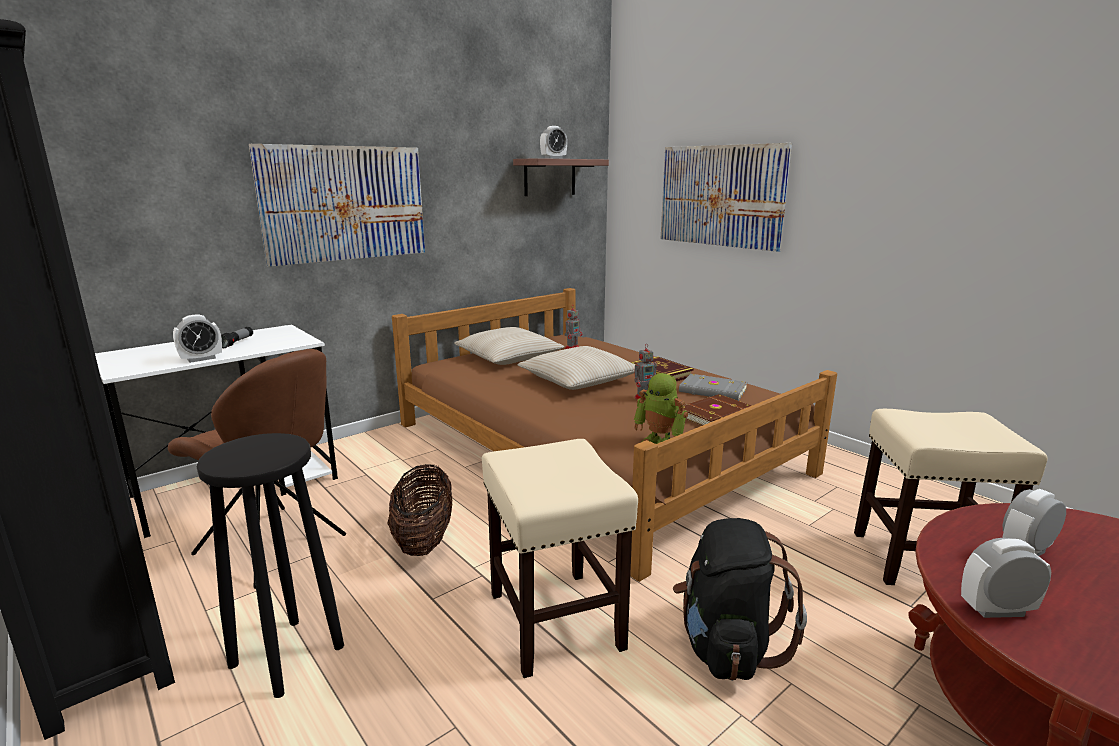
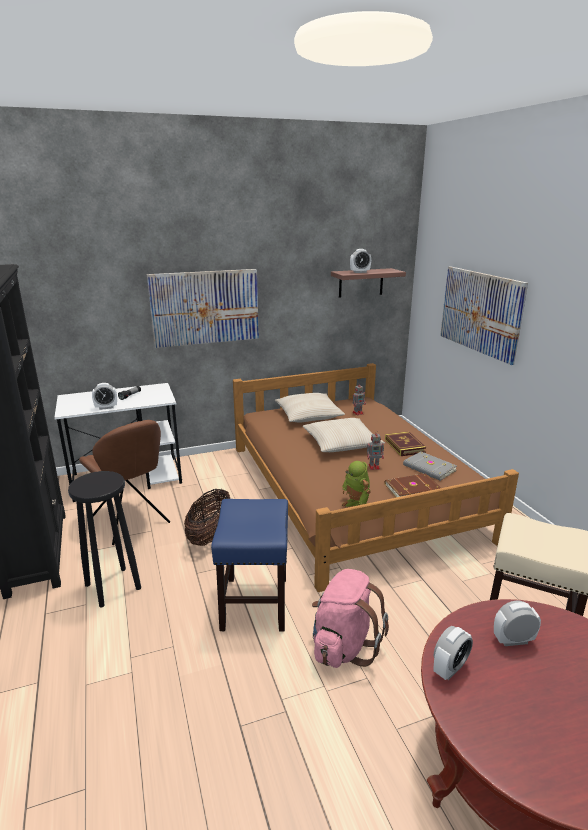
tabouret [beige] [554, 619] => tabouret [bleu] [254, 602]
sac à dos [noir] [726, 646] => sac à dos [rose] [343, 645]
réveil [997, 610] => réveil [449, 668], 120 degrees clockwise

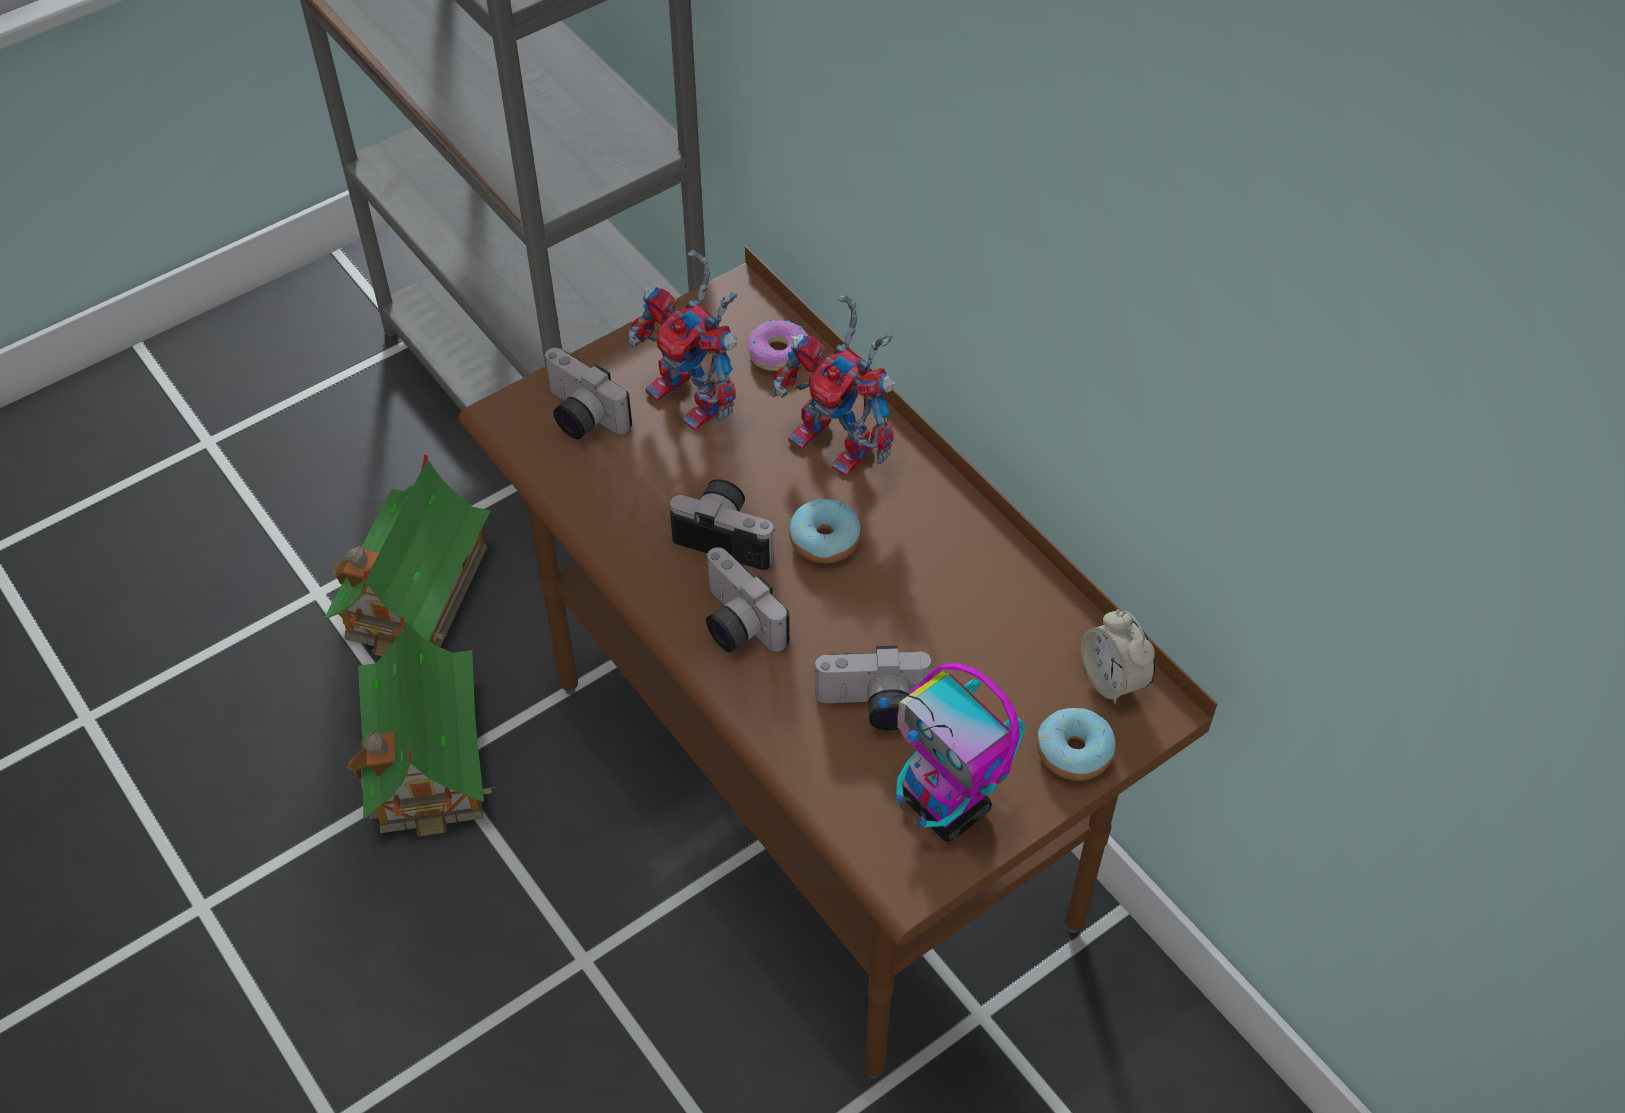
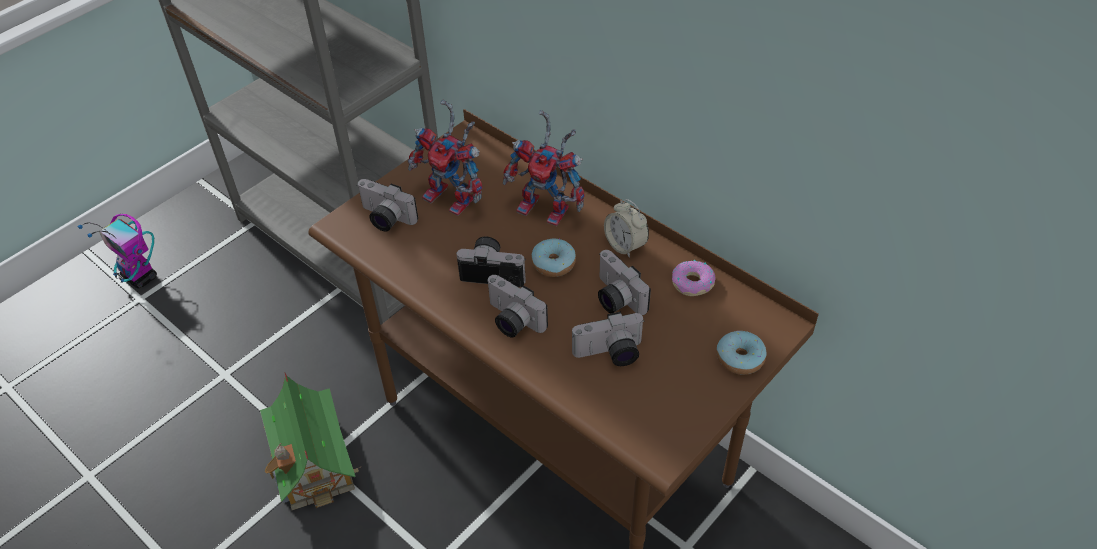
beignet [778, 353] => beignet [692, 283], shifted
maison miniature [416, 593] => nothing
réveil [1113, 679] => réveil [625, 245], shifted
robot jouet [946, 806] => robot jouet [140, 277], shifted
nothing => appareil photo [615, 298]

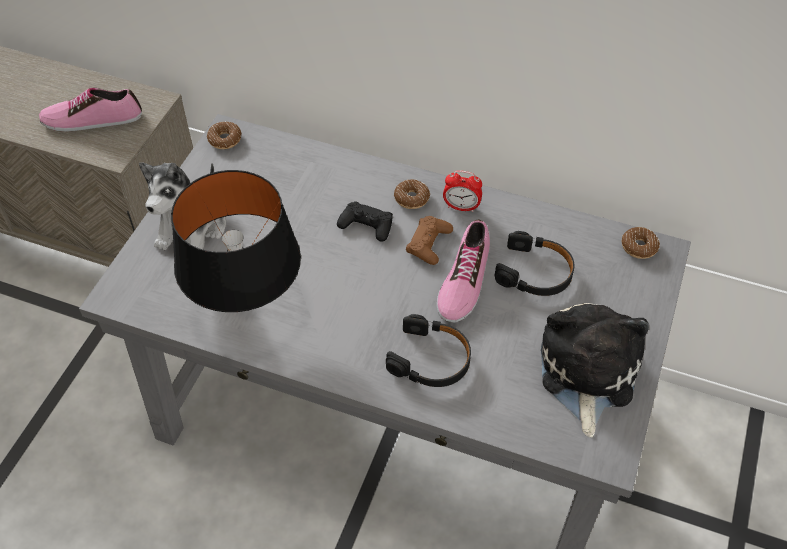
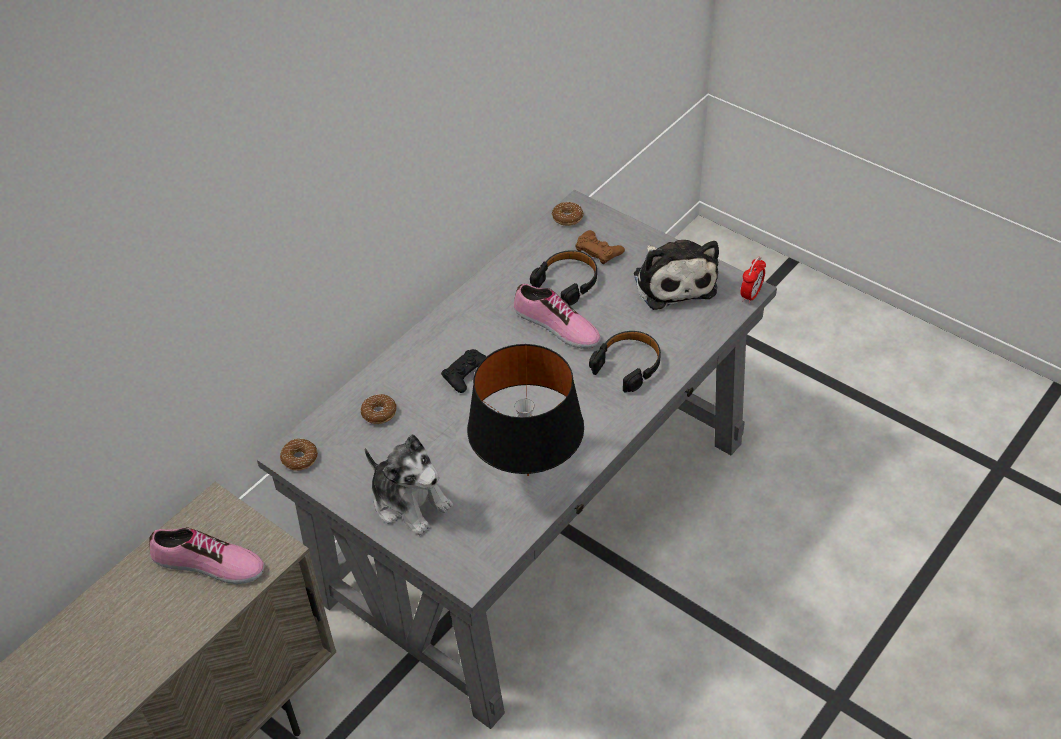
chaussure [92, 118] => chaussure [208, 565], 90 degrees counterclockwise
réveil [461, 207] => réveil [751, 295], shifted
beignet [411, 198] => beignet [379, 413], shifted
manette [marron] [429, 243] => manette [marron] [598, 250], shifted
peluche [586, 373] => peluche [673, 281], 135 degrees counterclockwise

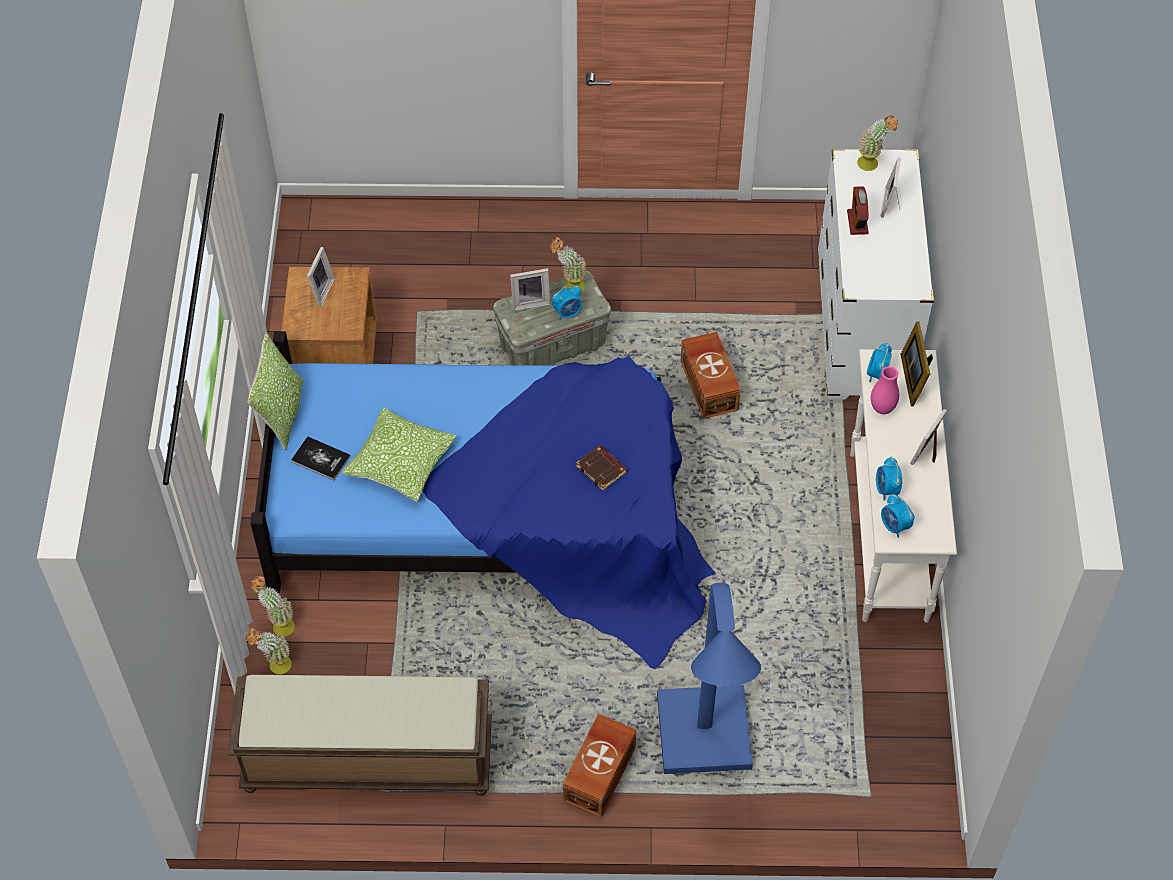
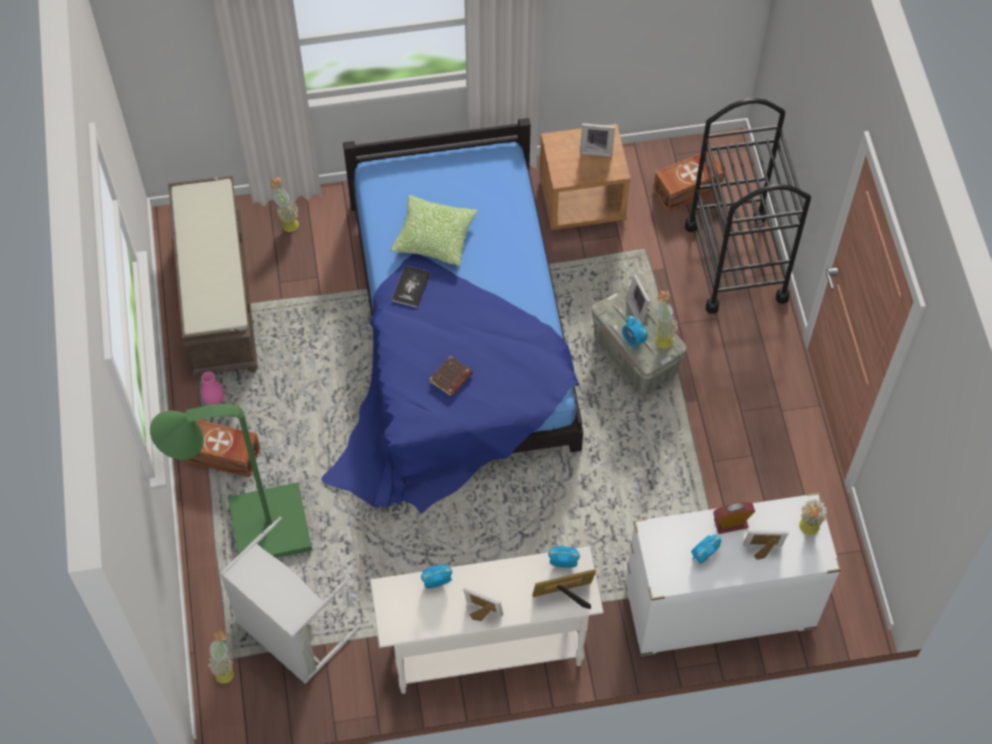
coussin [282, 413] => nothing
boîte de rangement [marron] [709, 384] => boîte de rangement [marron] [688, 190], shifted
vase [rose] [882, 408] => vase [rose] [214, 401], shifted
livre [321, 459] => livre [411, 287], shifted
réveil [894, 526] => réveil [703, 555], shifted
plante en pot [278, 625] => plante en pot [225, 669], shifted
lampadaire [bleu] [705, 748] => lampadaire [vert] [255, 529]
nothing => chariot [noir] [736, 262]
nothing => panier à linge [gris] [289, 635]

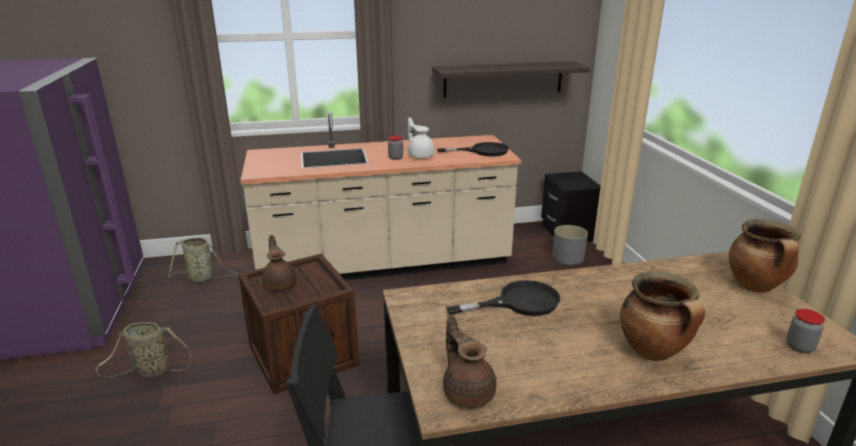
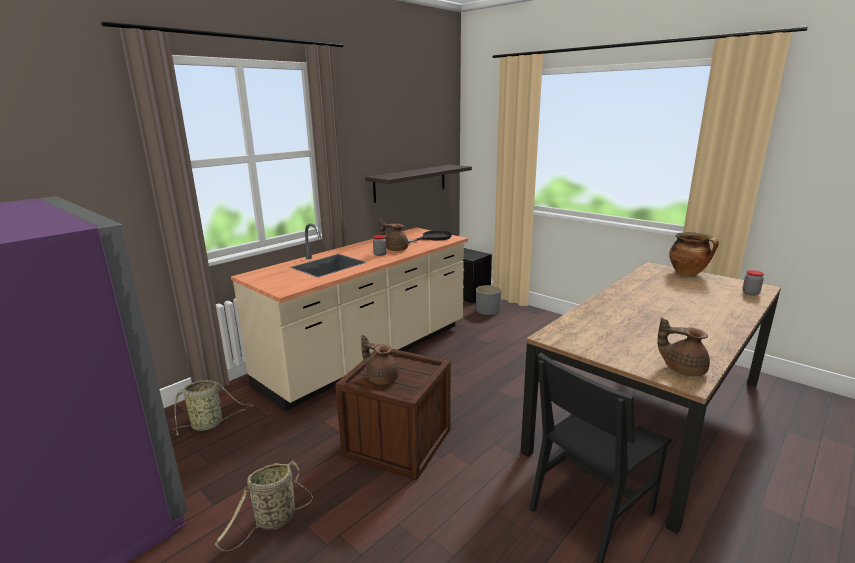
théière [blanc] [420, 156] => théière [marron] [395, 249]
marmite [653, 352] => nothing
poêle [noir] [518, 302] => nothing

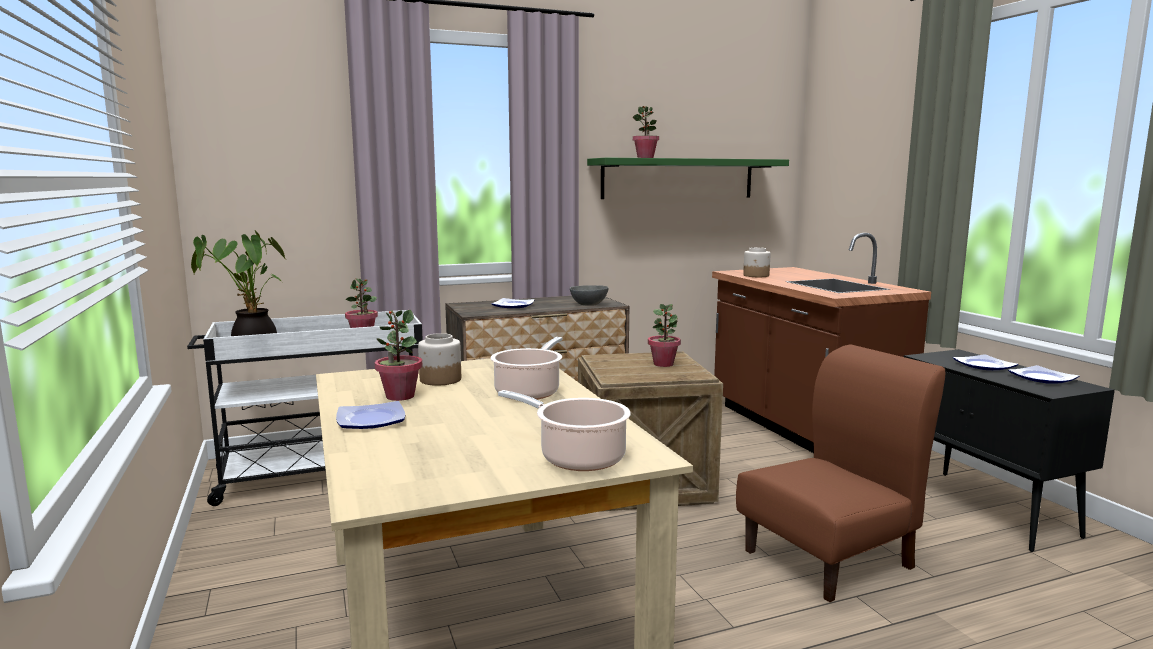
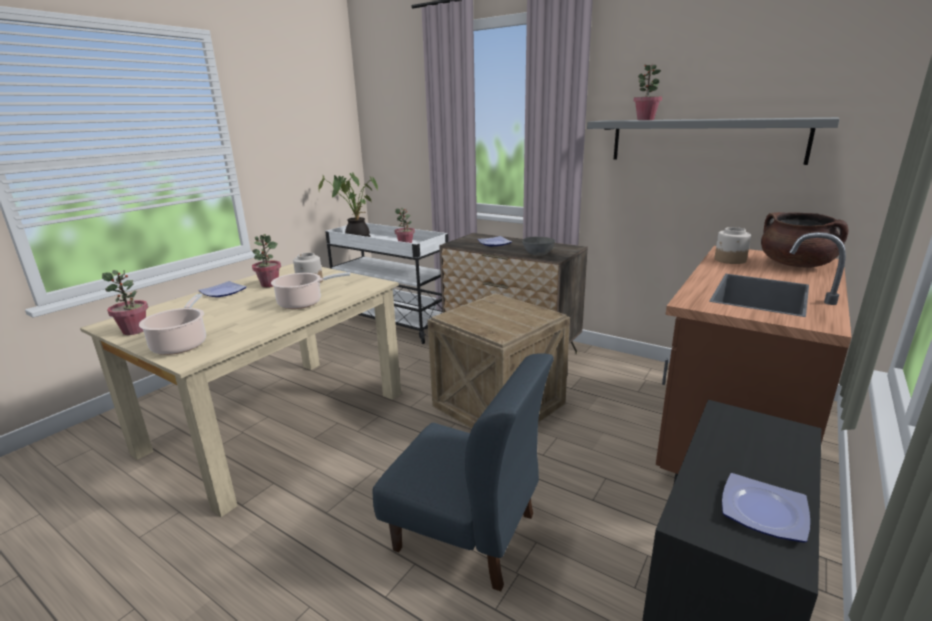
étagère [vert] [678, 179] => étagère [gris] [704, 140]
plante en pot [663, 364] => plante en pot [134, 331], shifted
chaise [marron] [830, 559] => chaise [bleu] [466, 532]
assiette [982, 366] => nothing
nothing => marmite [marron] [795, 265]

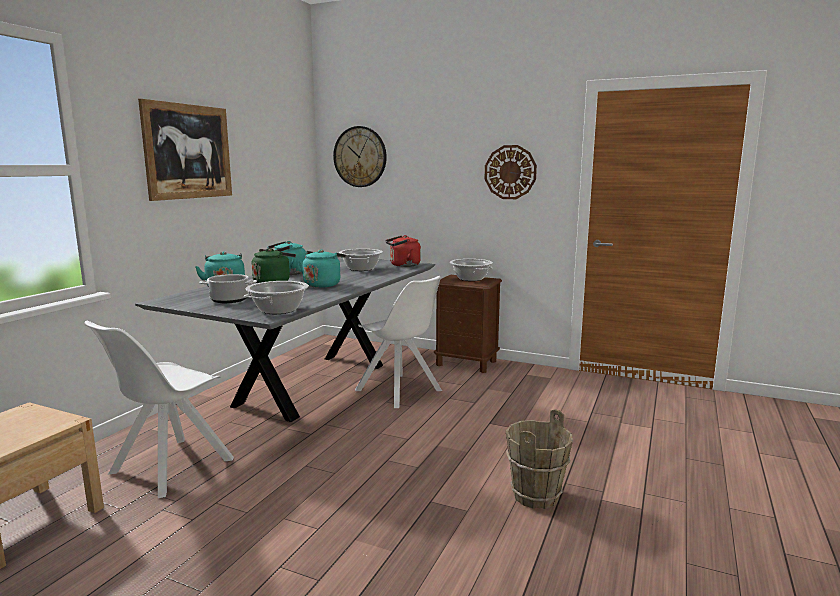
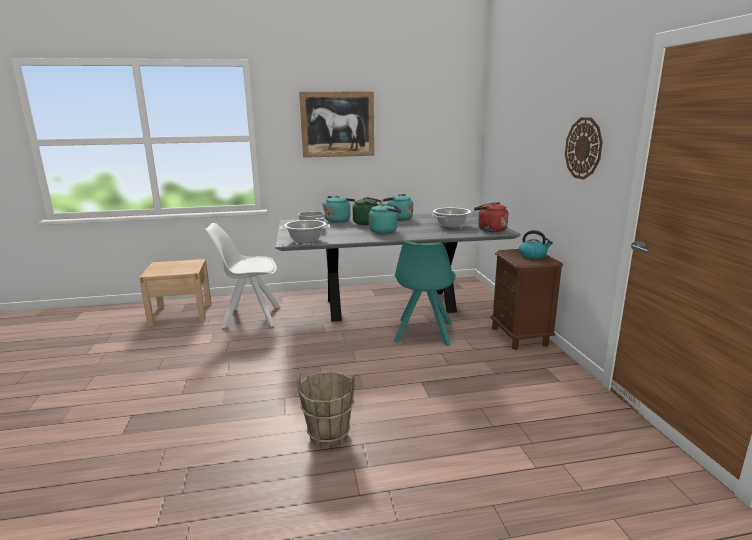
horloge murale [360, 157] => nothing
marmite [470, 279] => bouilloire [533, 255]
chaise [blanc] [400, 391] => chaise [turquoise] [423, 333]

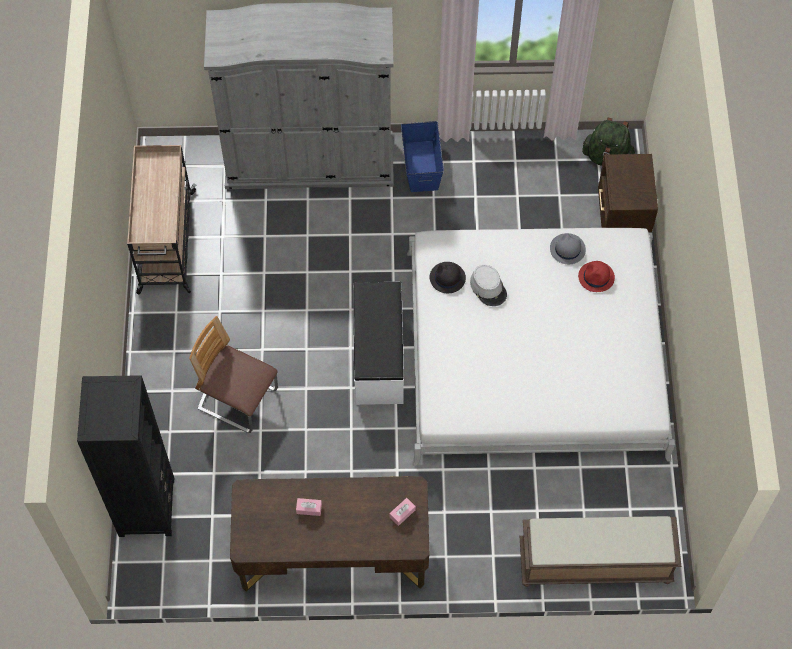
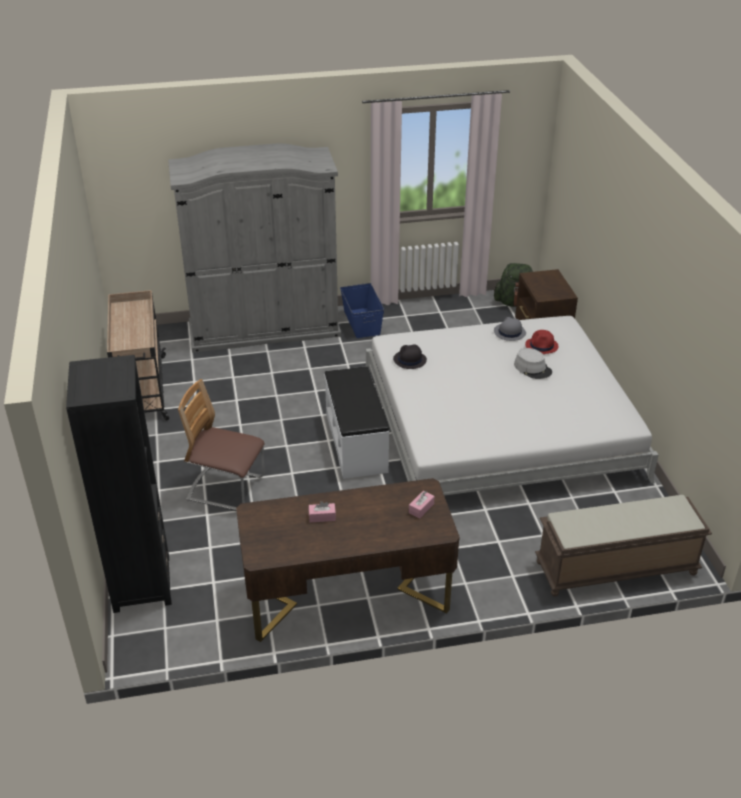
chapeau [gris] [488, 288] => chapeau [gris] [533, 368], shifted

